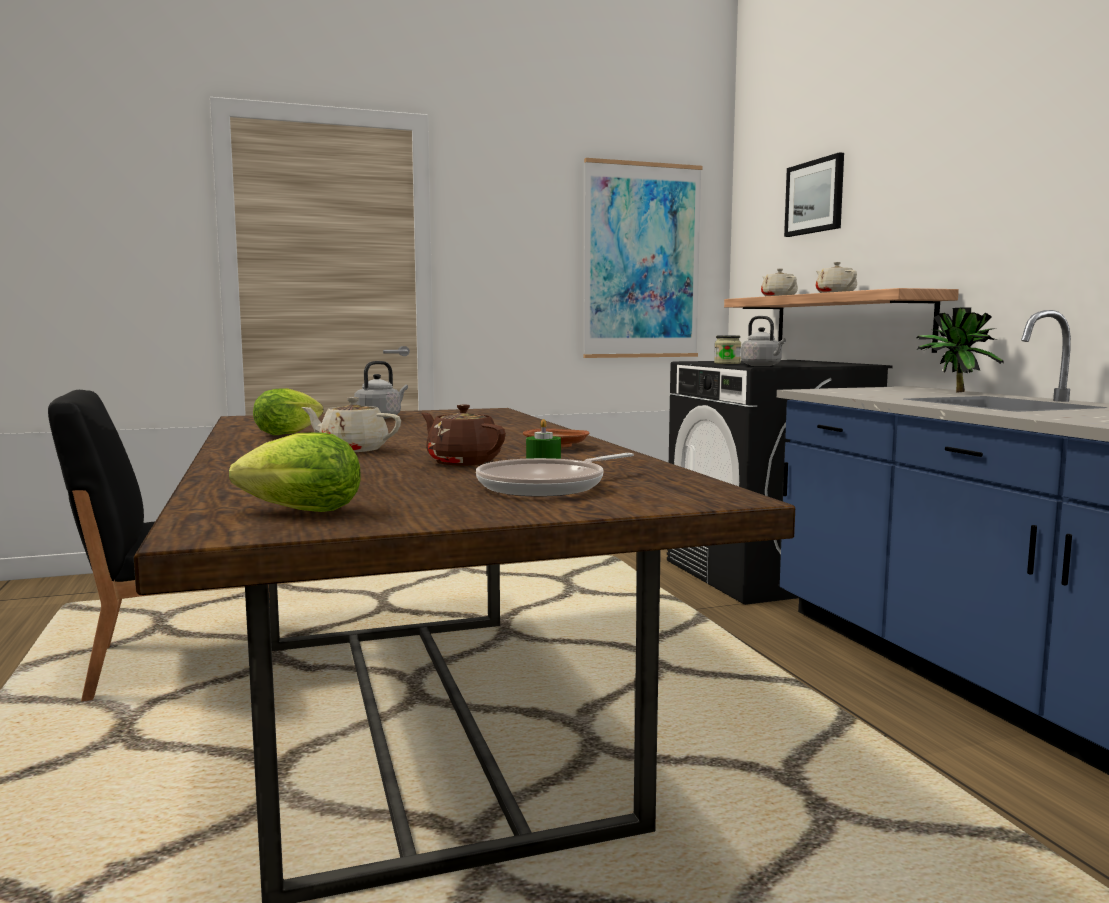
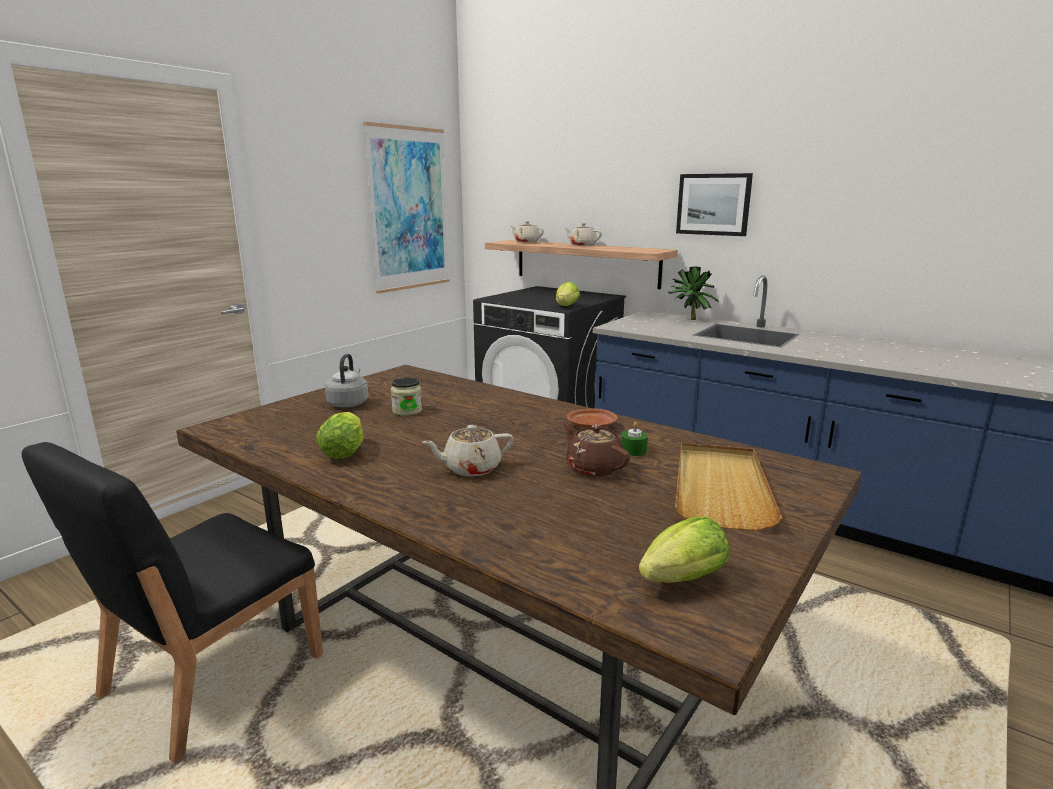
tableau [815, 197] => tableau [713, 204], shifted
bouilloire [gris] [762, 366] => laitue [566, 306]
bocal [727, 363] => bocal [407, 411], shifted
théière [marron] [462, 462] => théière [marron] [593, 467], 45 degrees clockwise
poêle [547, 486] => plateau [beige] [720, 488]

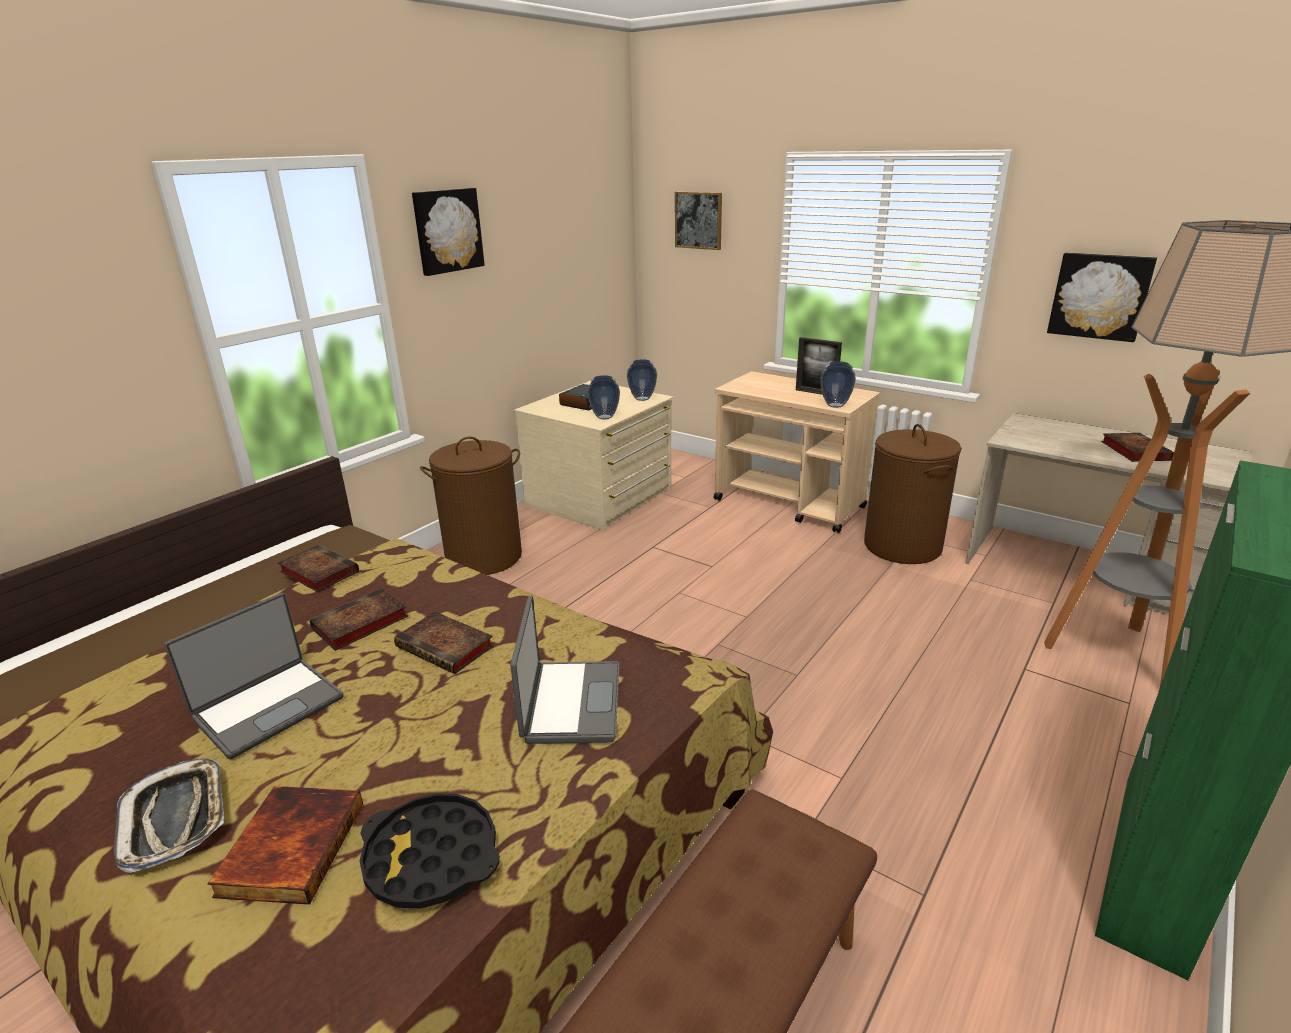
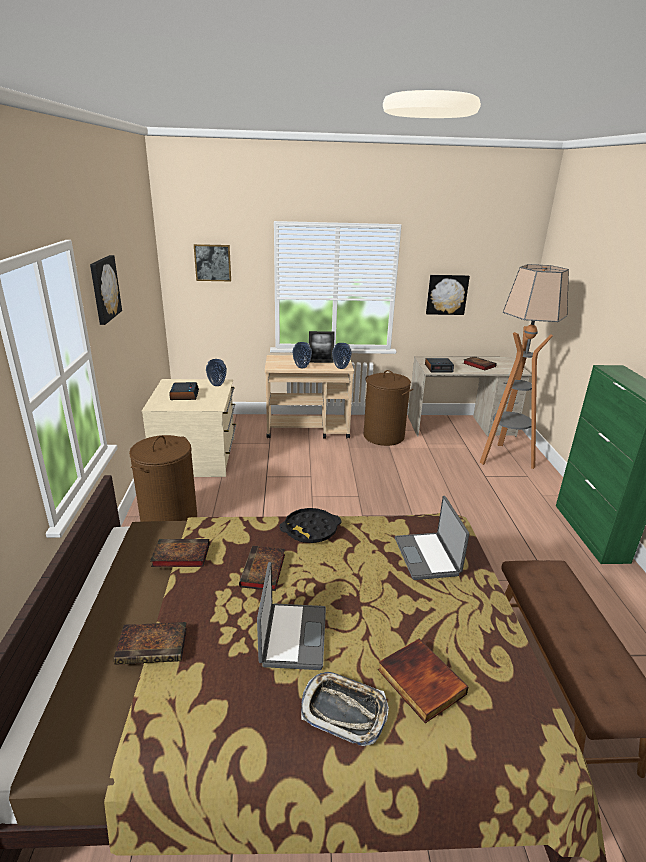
vase [605, 417] => vase [302, 367], shifted
ordinateur portable [569, 703] => ordinateur portable [428, 556], 150 degrees counterclockwise
livre [447, 647] => livre [154, 646], shifted
plateau [noir] [431, 858] => plateau [noir] [310, 530], shifted
nothing => réveil [439, 368]

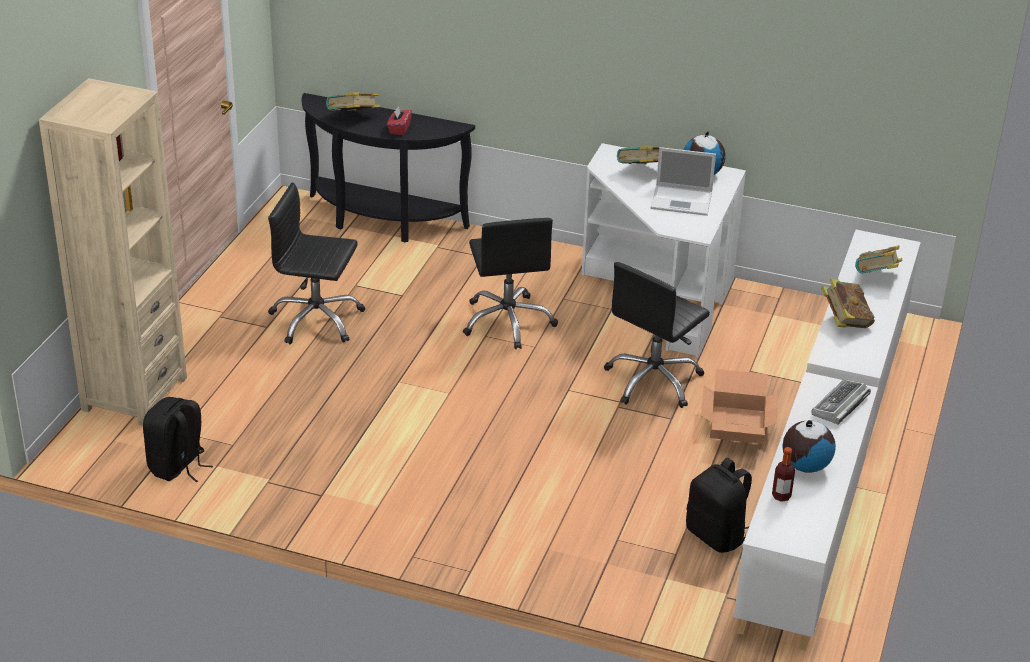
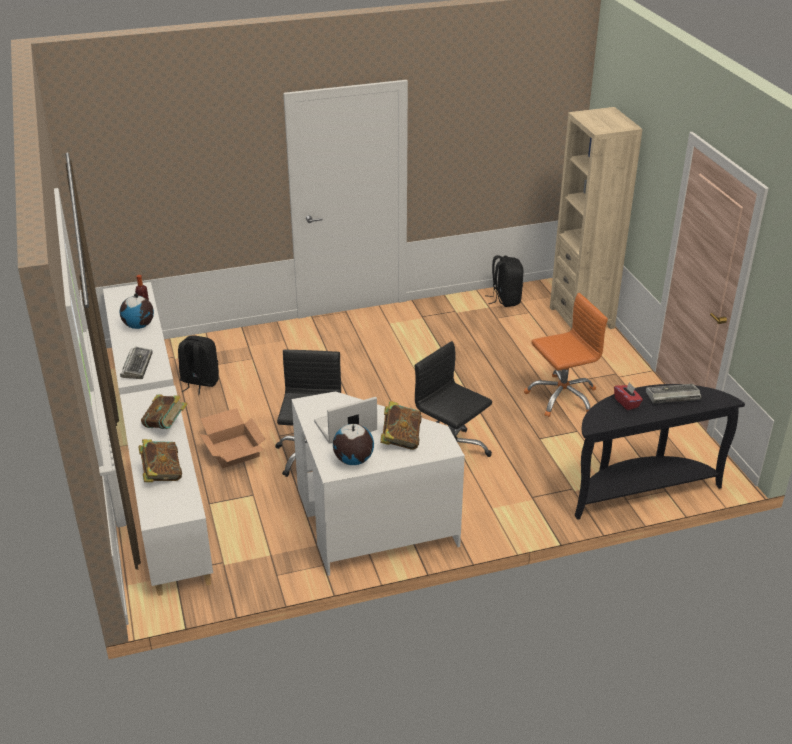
livre [353, 118] => clavier [672, 396]
chaise de bureau [noir] [316, 320] => chaise de bureau [orange] [562, 397]

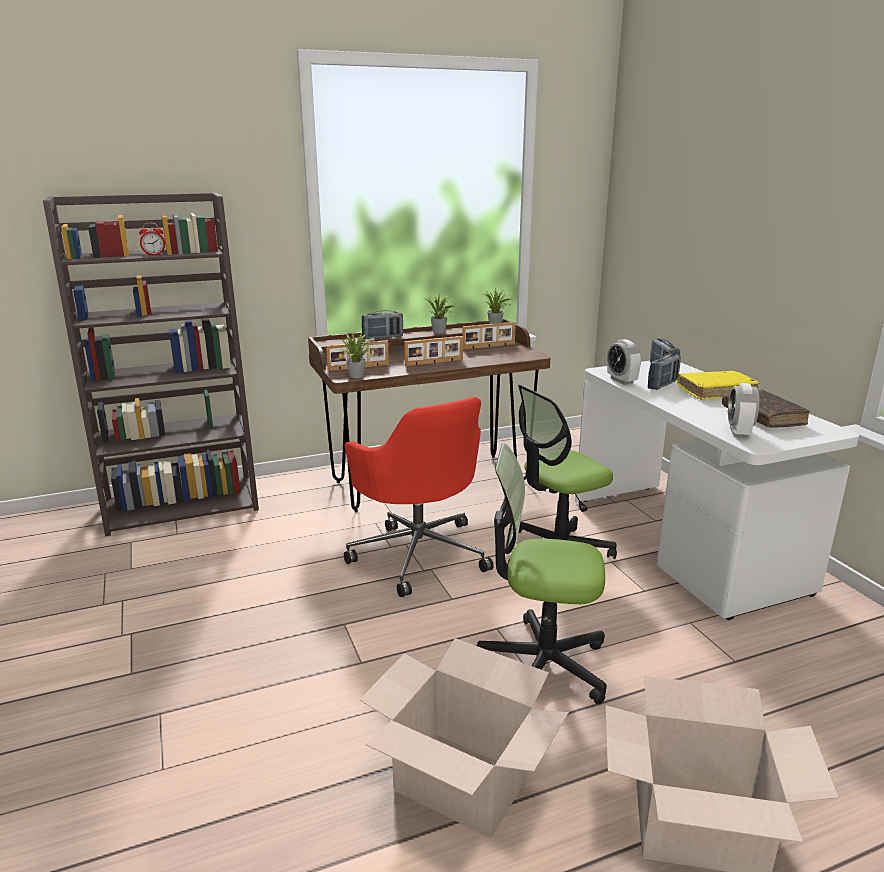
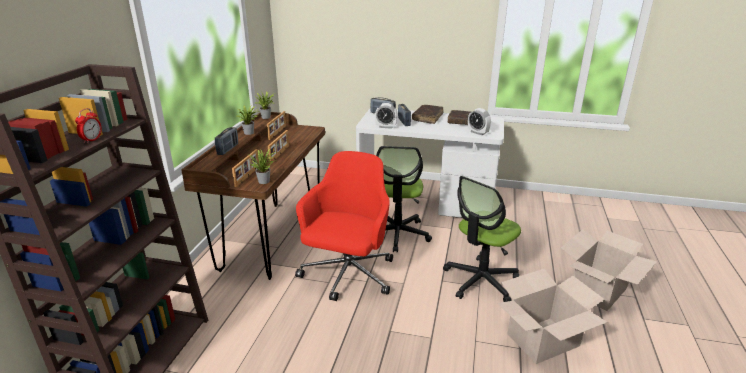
livre [jaune] [715, 392] => livre [marron] [427, 117]
chaise de bureau [rouge] [419, 553] => chaise de bureau [rouge] [347, 275], 75 degrees counterclockwise

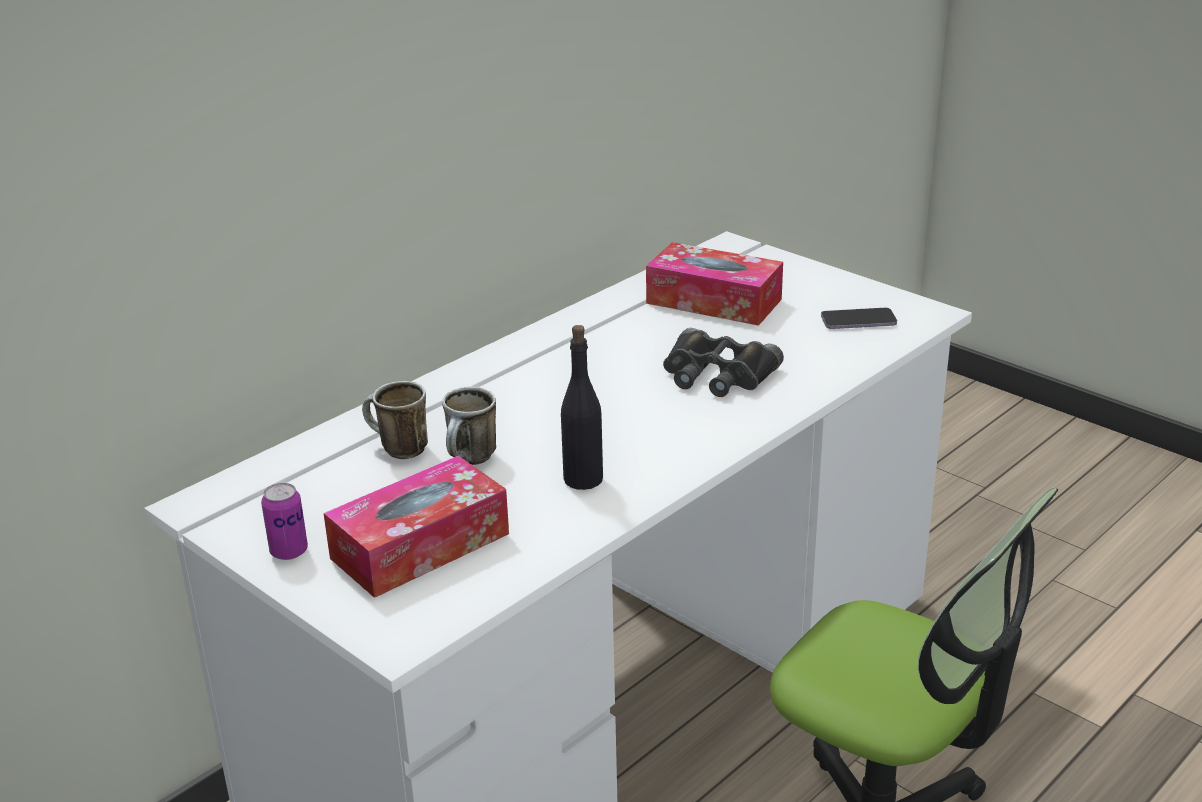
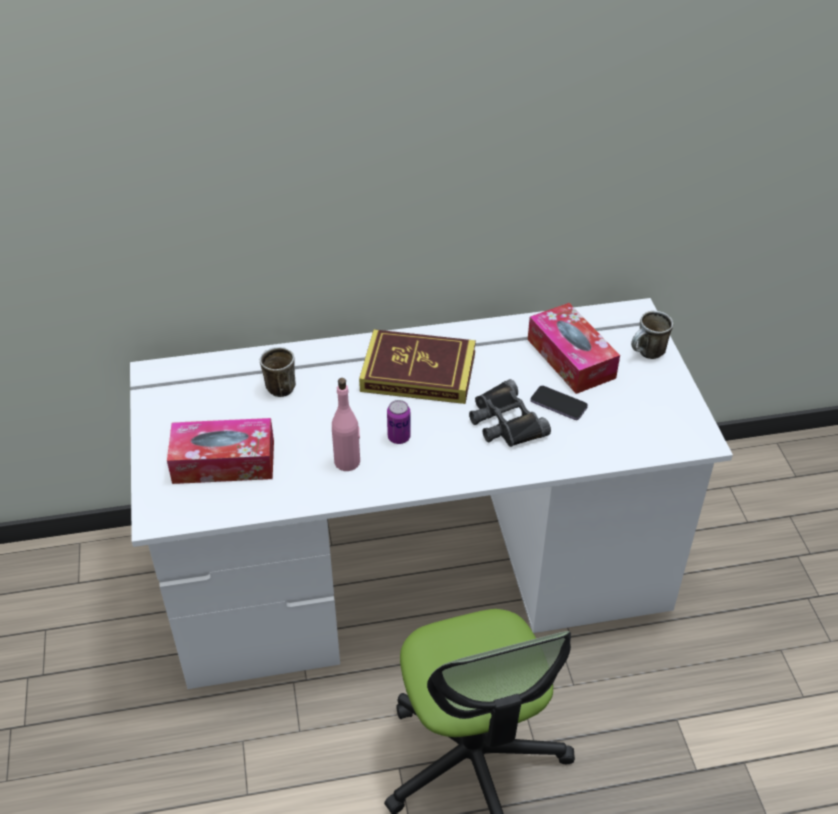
téléphone [858, 321] => téléphone [558, 404], shifted
bouteille [noir] [583, 479] => bouteille [rose] [347, 462]
mug [471, 461] => mug [647, 354], shifted
boîte métallique [289, 551] => boîte métallique [399, 437], shifted
nothing => livre [418, 372]

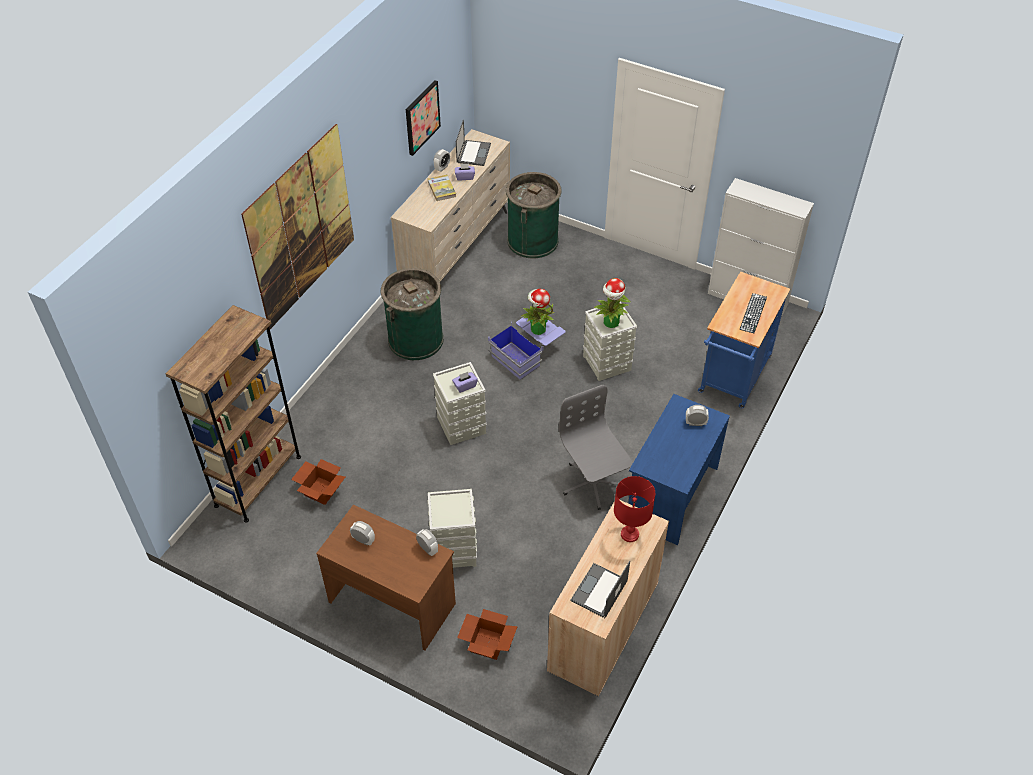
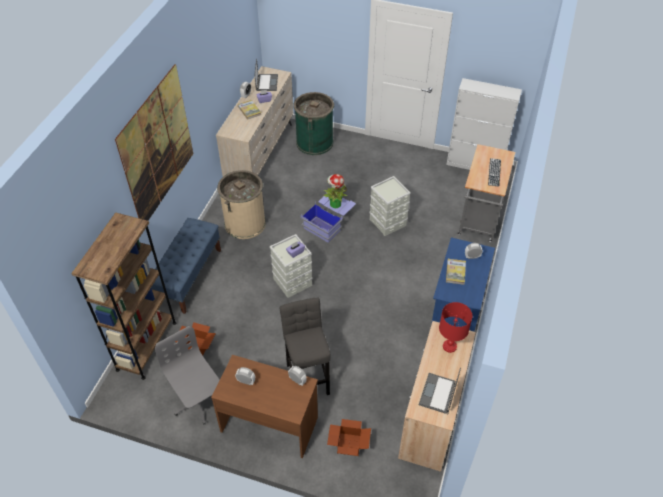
tableau [421, 117] => nothing
poubelle [vert] [415, 339] => poubelle [beige] [245, 223]
chariot [bleu] [733, 379] => chariot [gris] [478, 222]
plante en pot [611, 322] => nothing
chaise de bureau [gris] [592, 483] => chaise de bureau [gris] [199, 401], shifted
boîte de rangement [gris] [454, 550] => tabouret [gris] [308, 376]
nothing => banc [bleu] [189, 276]
nothing => livre [455, 272]

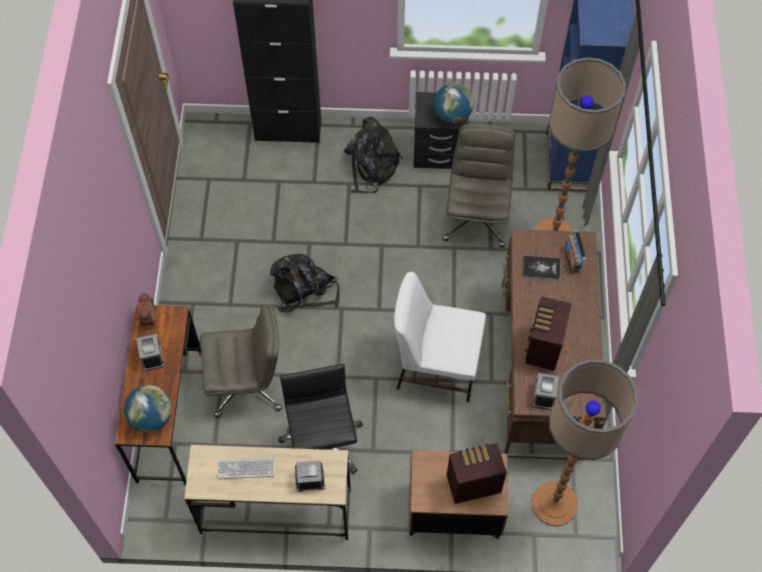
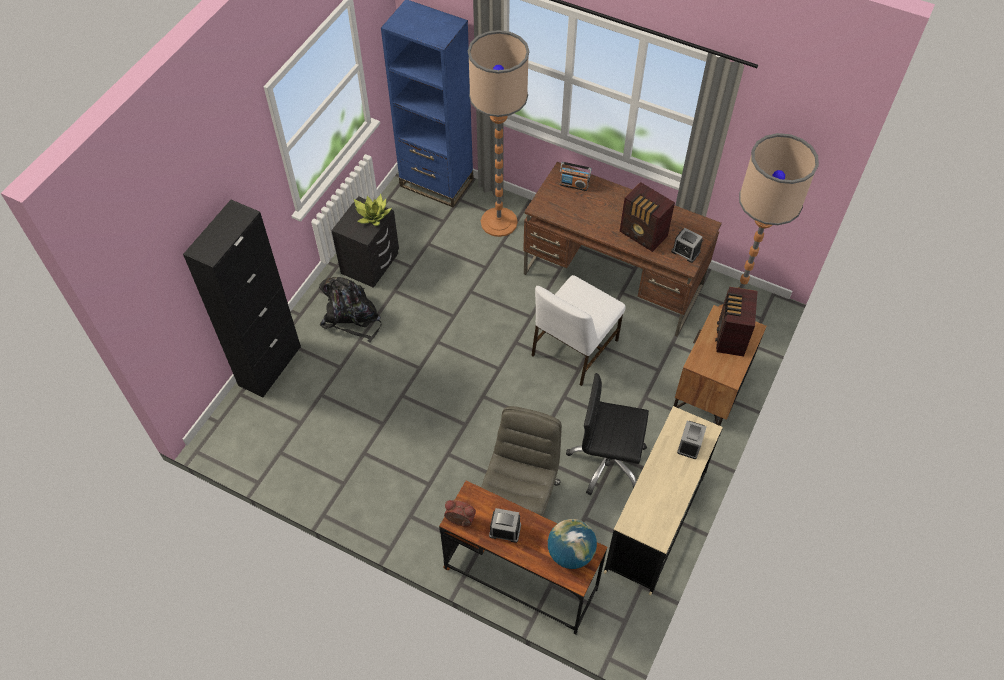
globe [452, 115] => plante en pot [373, 215]
chaise de bureau [gris] [476, 218] => nothing
sac à dos [noir] [304, 289] => nothing
livre [541, 268] => nothing
clavier [246, 469] => nothing

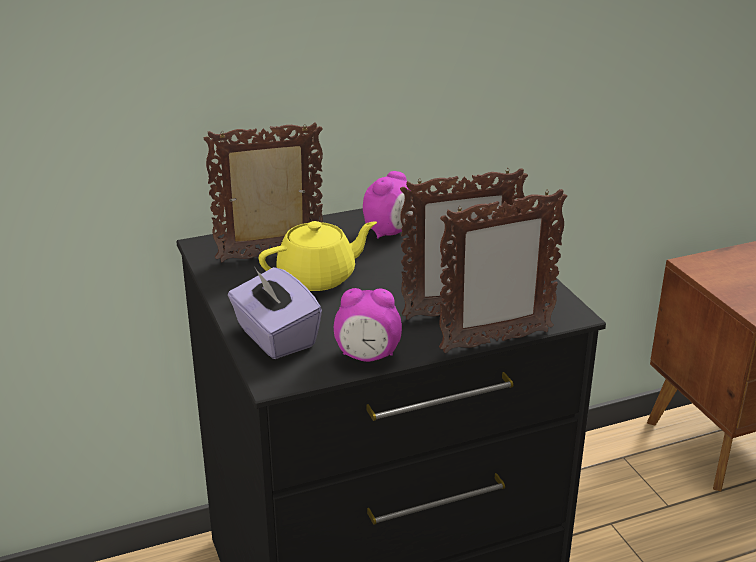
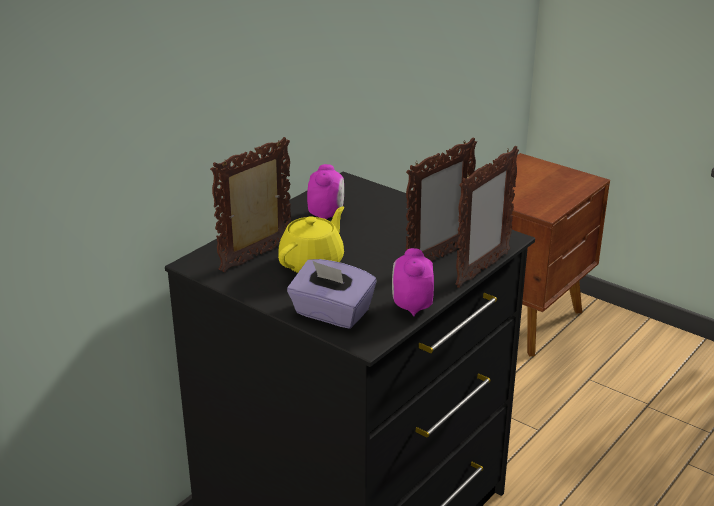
réveil [367, 357] => réveil [411, 306], 120 degrees clockwise

